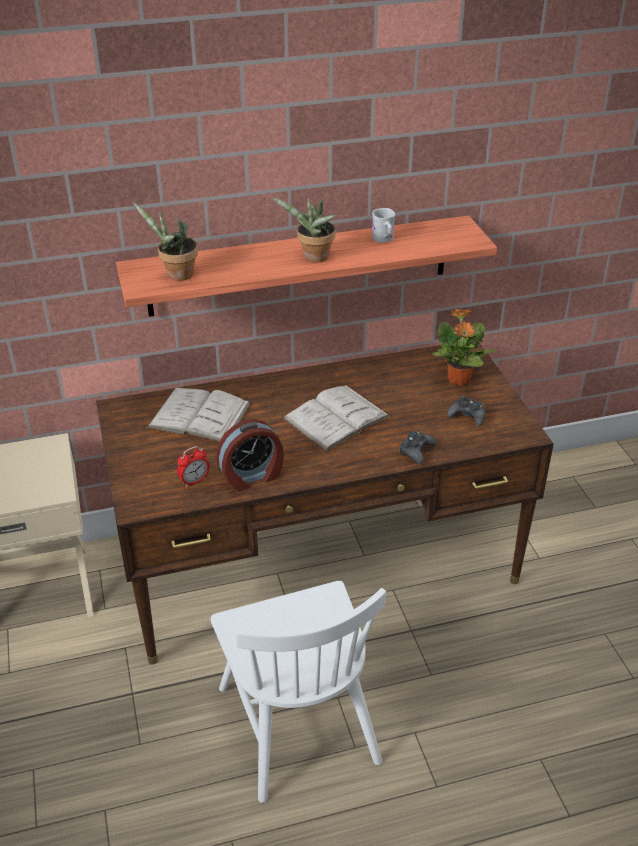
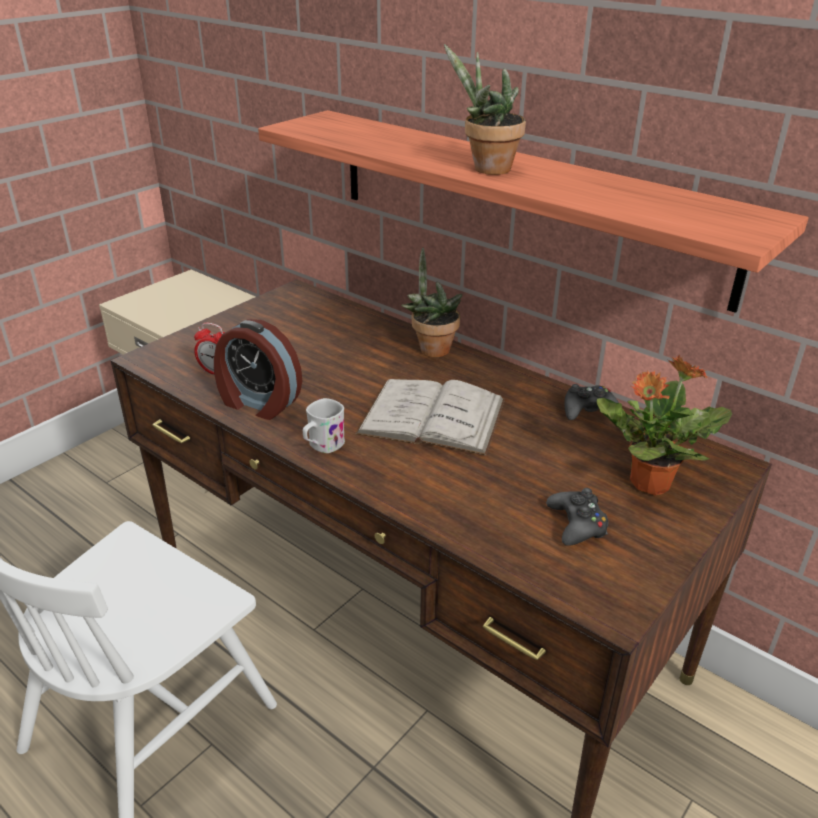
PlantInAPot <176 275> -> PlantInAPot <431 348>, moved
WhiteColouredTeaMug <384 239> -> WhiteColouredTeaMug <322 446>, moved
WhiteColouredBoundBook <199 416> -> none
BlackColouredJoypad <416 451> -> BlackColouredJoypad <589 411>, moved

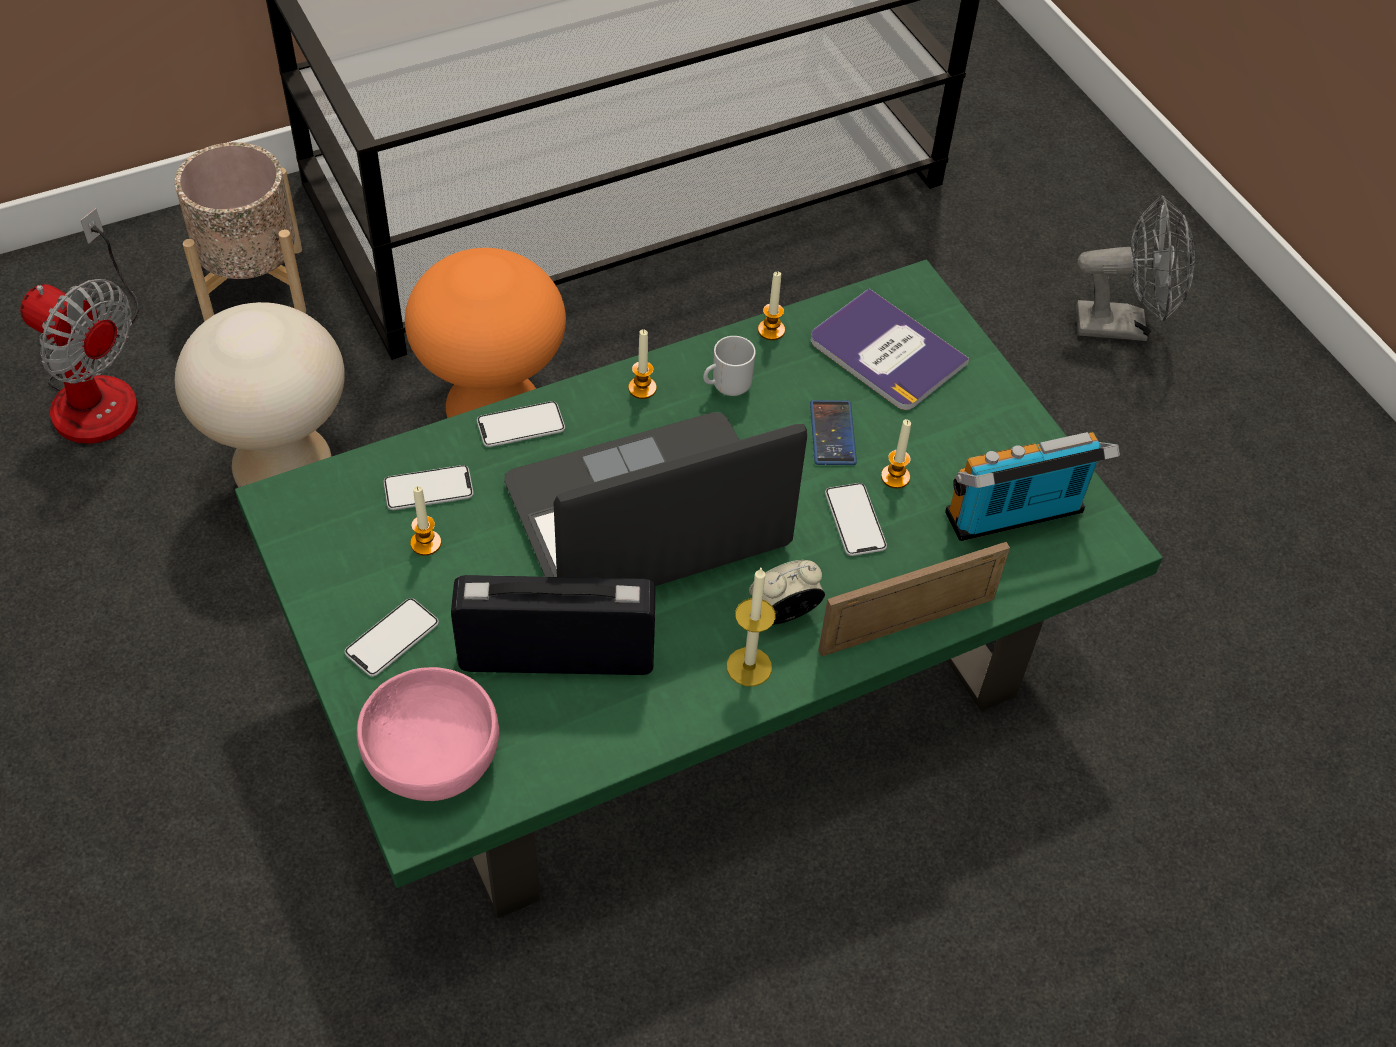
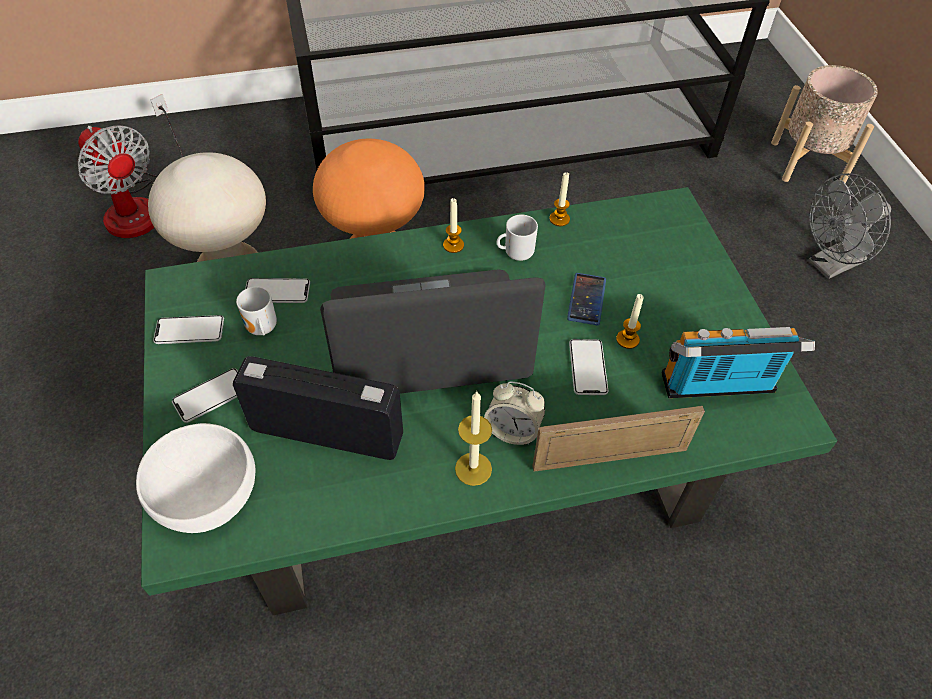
BeigeFlowerPot <255 284> -> BeigeFlowerPot <808 162>, moved
GreyishCoolingFan <1123 325> -> GreyishCoolingFan <829 265>, 135 degrees clockwise
BoundBook <886 352> -> none
Telephone <521 426> -> Telephone <189 331>, moved
WaxLight <426 543> -> TeaMug <261 330>
AlarmClock <784 612> -> AlarmClock <513 430>, 150 degrees counterclockwise
PinkishServingBowl <432 758> -> WhiteColouredServingBowl <206 495>

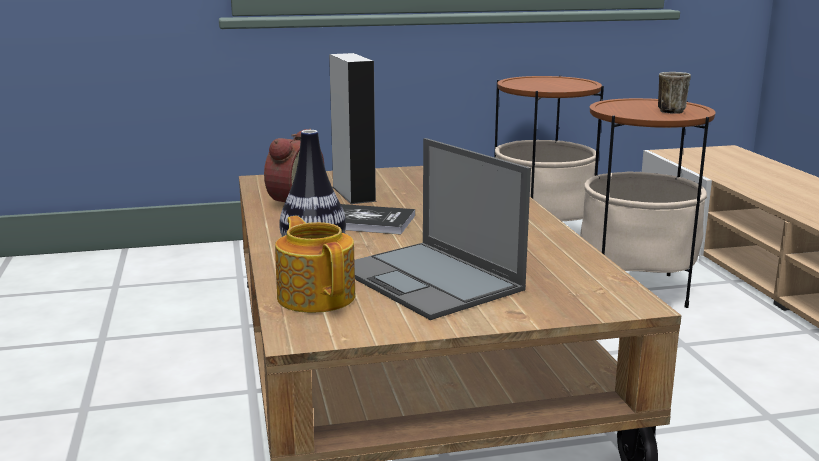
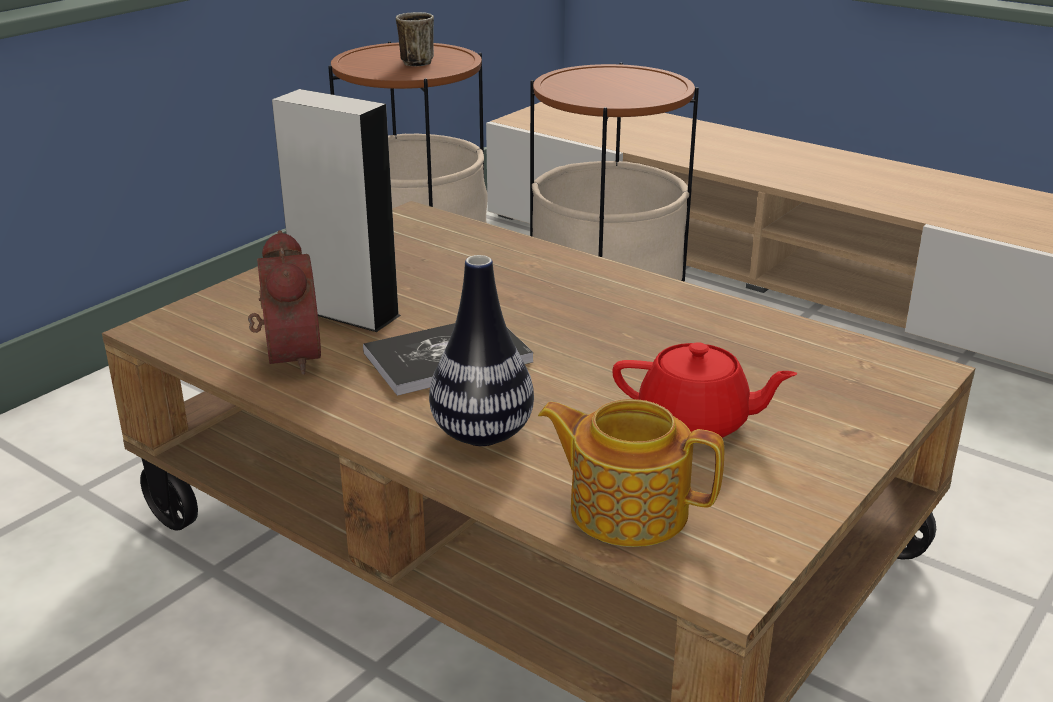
TeaMug <672 111> -> TeaMug <416 62>, moved
NotebookComputer <430 280> -> RedTeaPot <696 423>

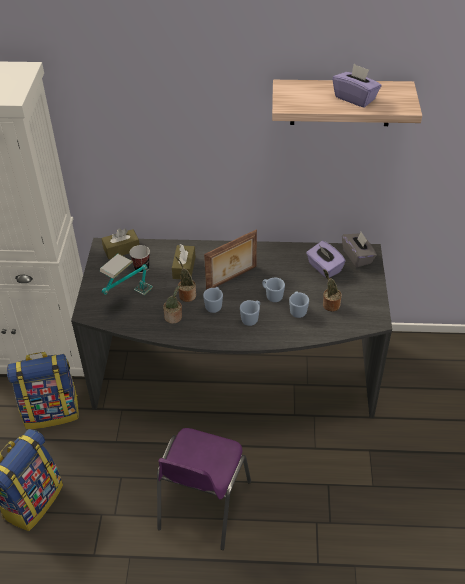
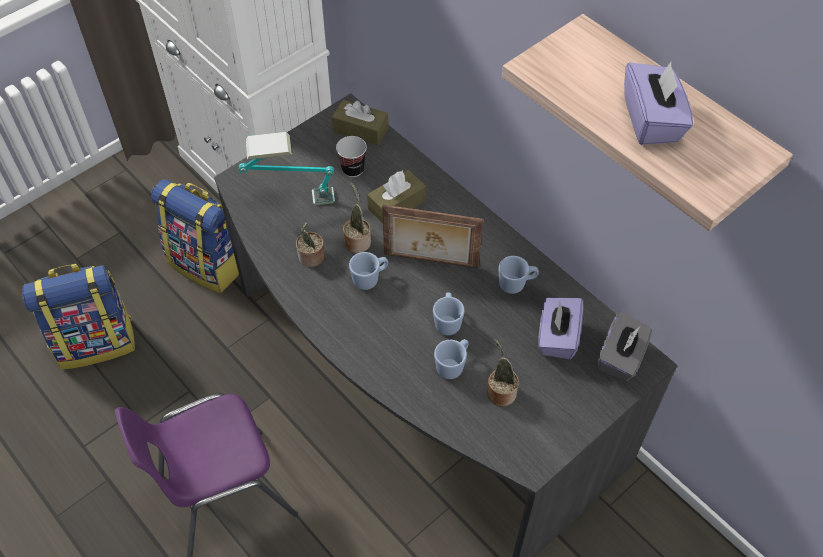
BluishTeaMug <251 318> -> BluishTeaMug <516 284>, moved

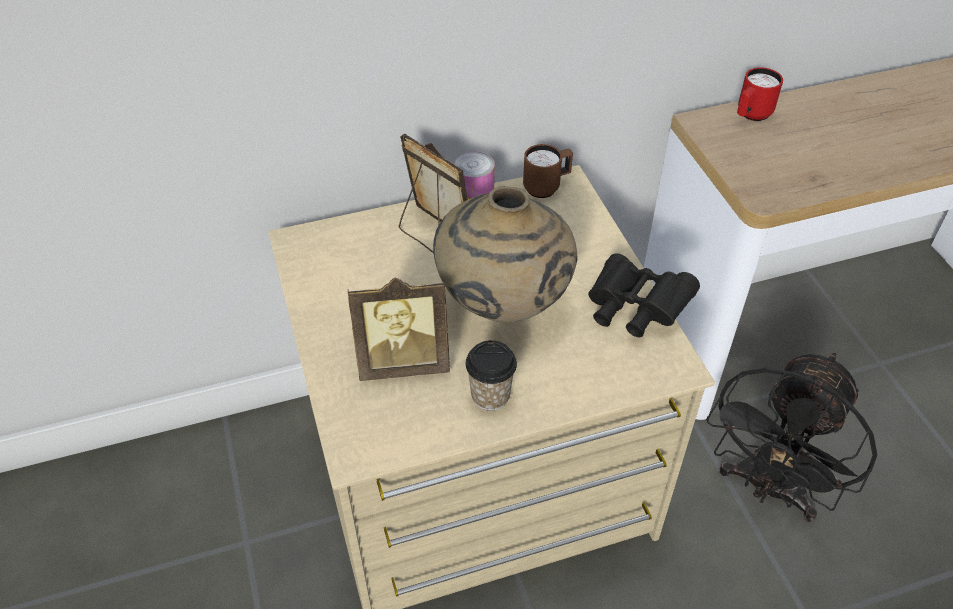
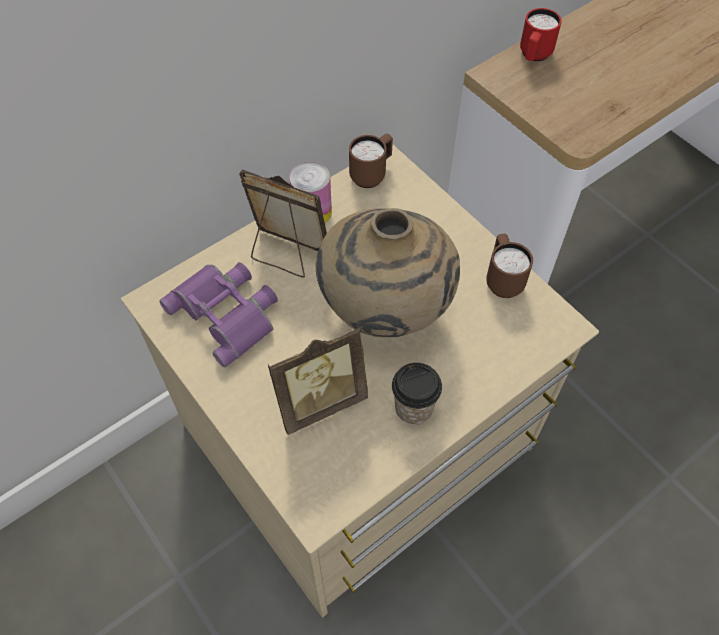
BlackColouredBinoculars <634 309> -> BrownishTeaMug <502 280>
BlackColouredCoolingFan <768 489> -> none
none -> PurplishBinoculars <227 313>

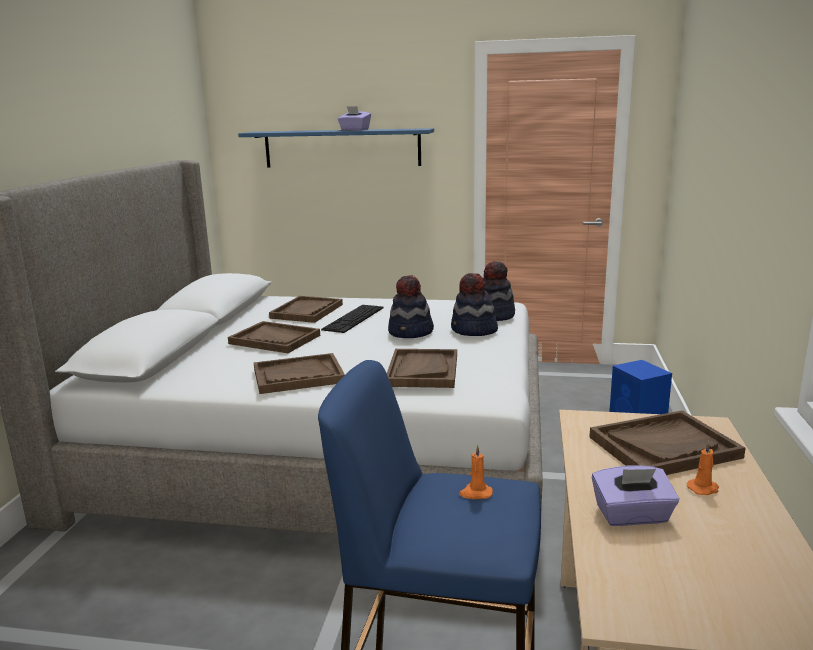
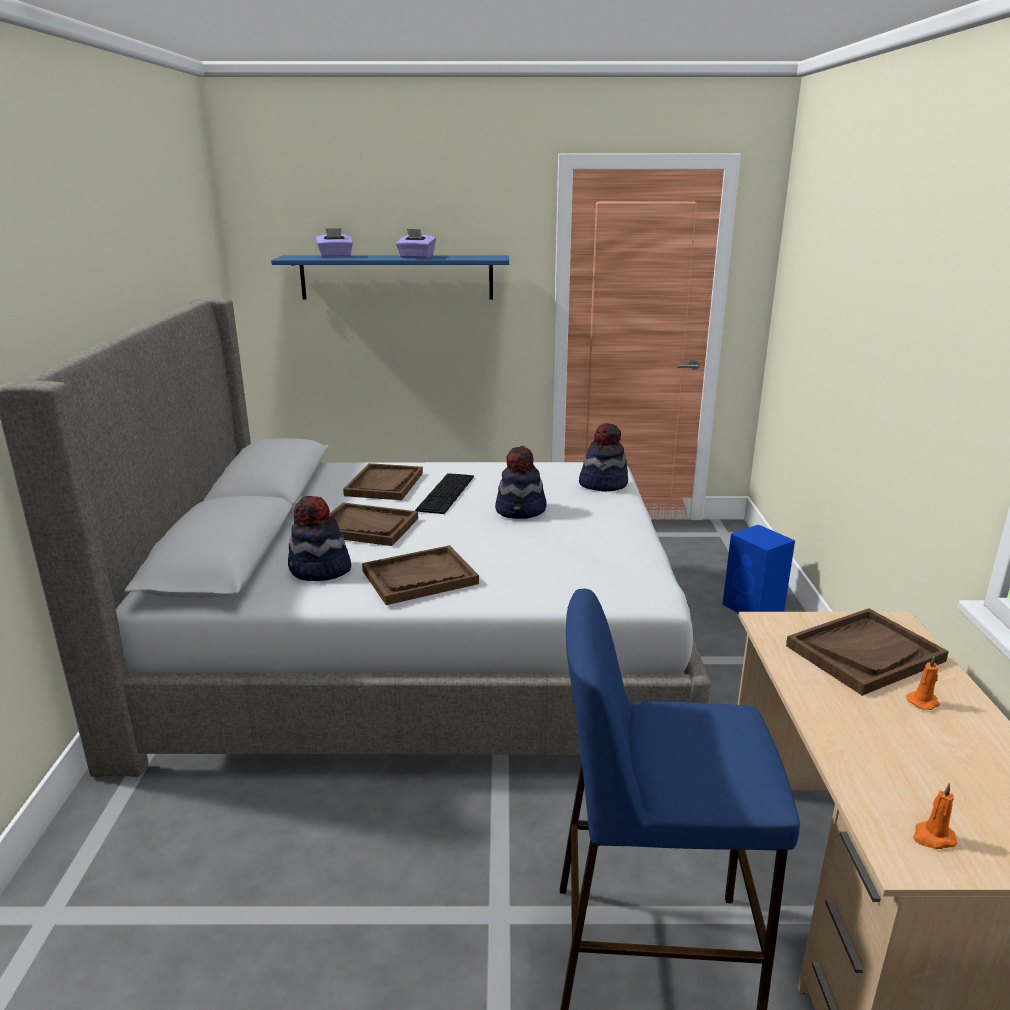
ClothingHat <473 331> -> ClothingHat <320 570>, moved
BrownishServingTray <422 370> -> none
OrangeColouredWaxLight <475 493> -> OrangeColouredWaxLight <933 837>, moved
PurplishTissueHolder <632 516> -> PurplishTissueHolder <335 256>, moved

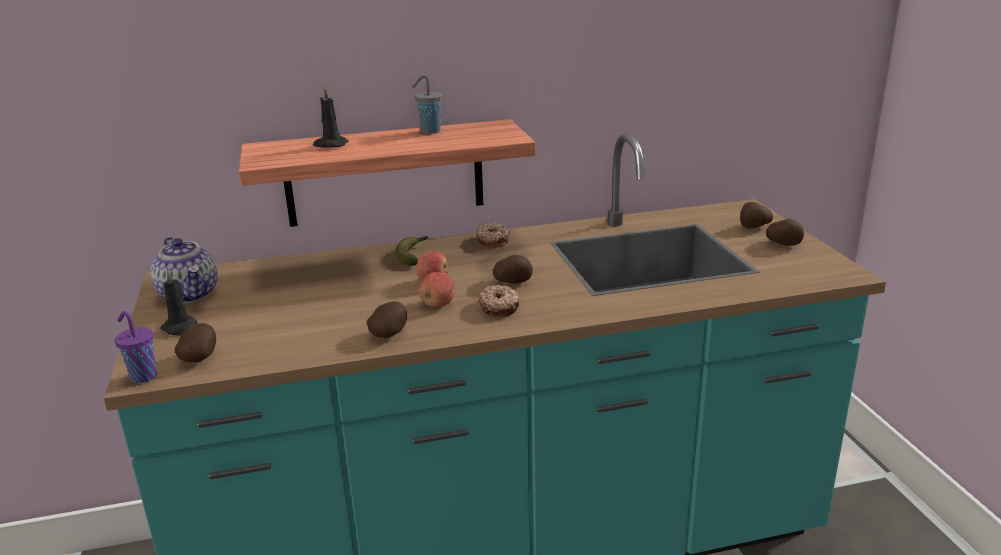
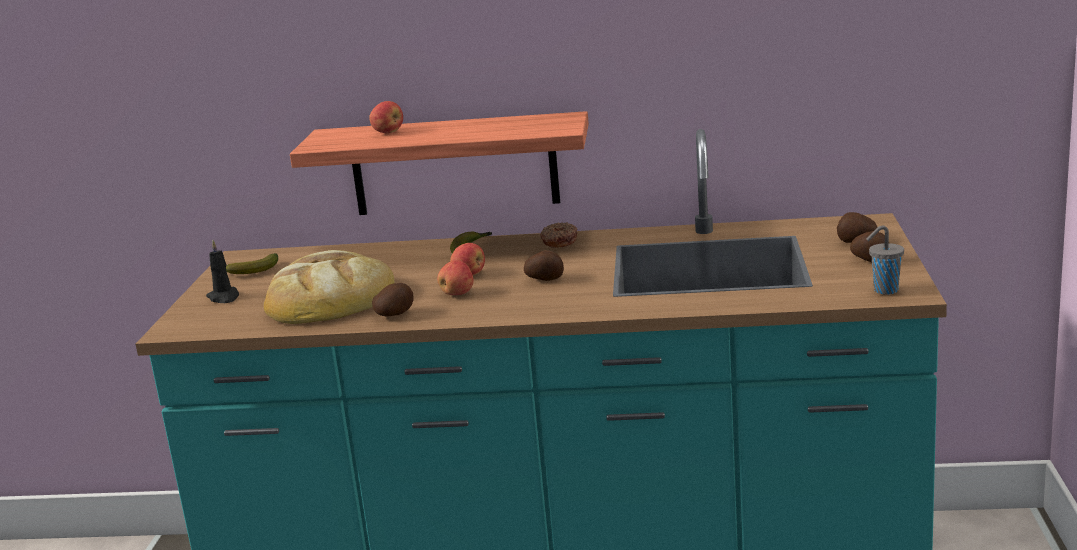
GreyishCup <429 131> -> GreyishCup <884 291>, moved
BlackColouredWaxLight <330 145> -> WholeApple <388 132>
TeaPot <190 294> -> BananaFruit <248 271>
Donut <500 307> -> none
PurplishCup <143 376> -> none
Spud <201 357> -> none
none -> Bread <330 298>

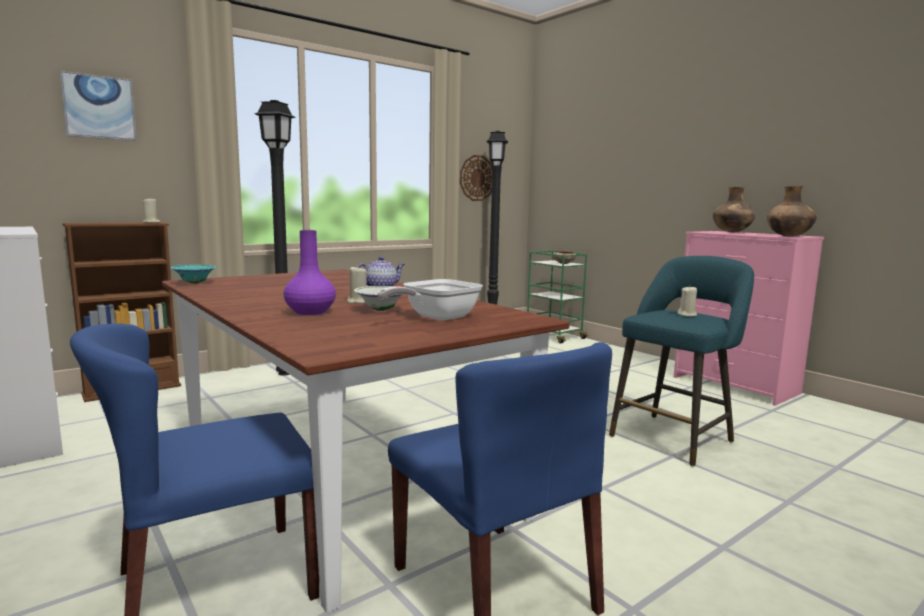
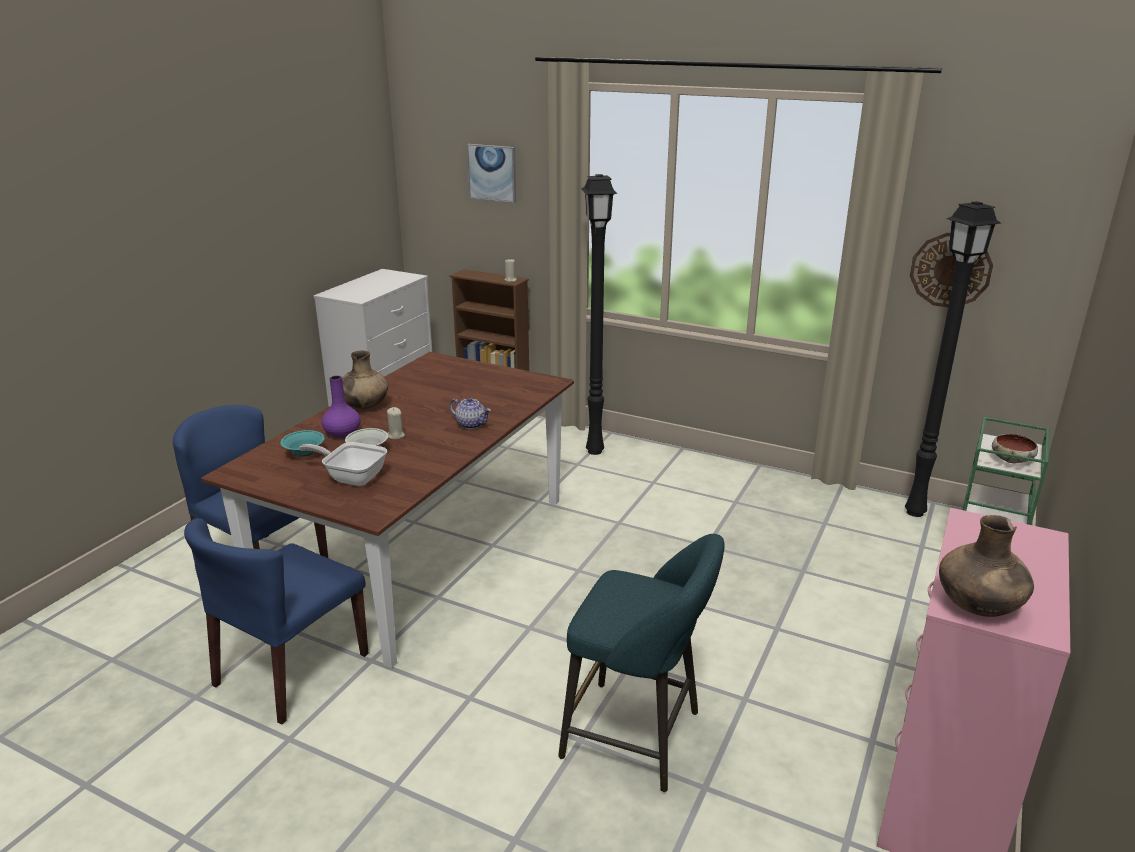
BrownishFlowerVase <731 232> -> BrownishFlowerVase <364 406>, moved
BlueGreenServingBowl <194 283> -> BlueGreenServingBowl <304 454>, moved
BeigeWaxLight <687 315> -> none

